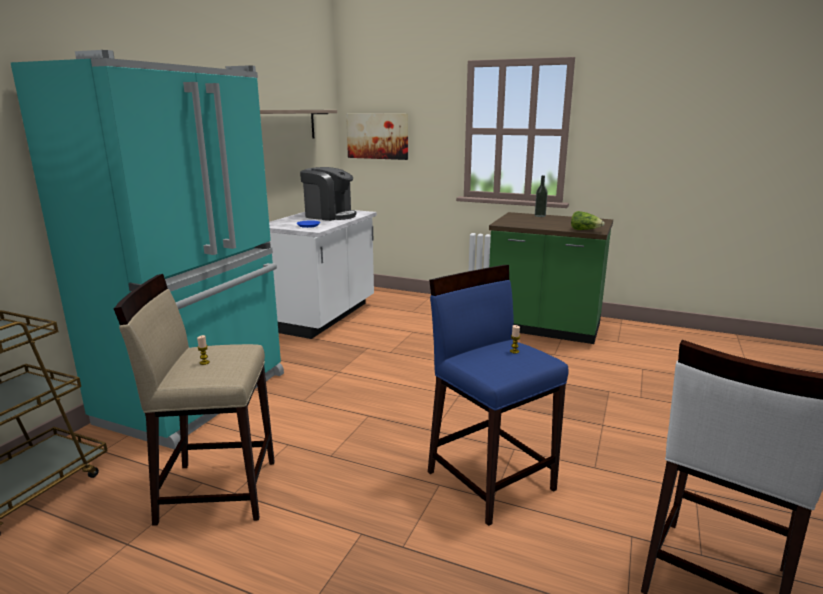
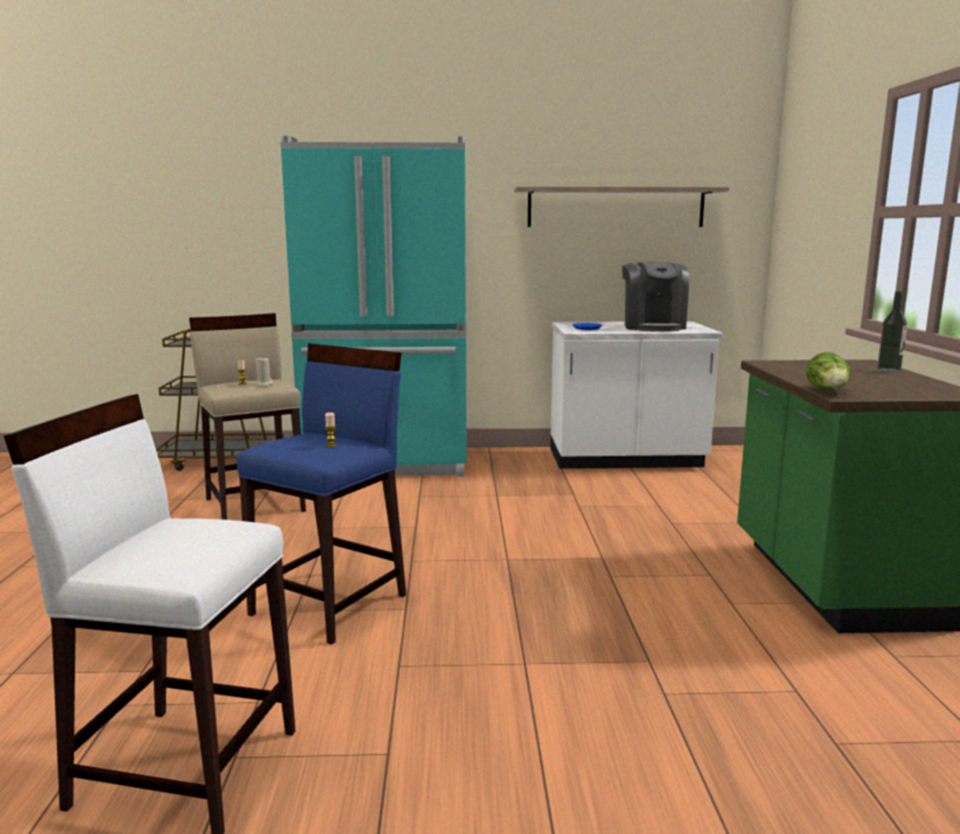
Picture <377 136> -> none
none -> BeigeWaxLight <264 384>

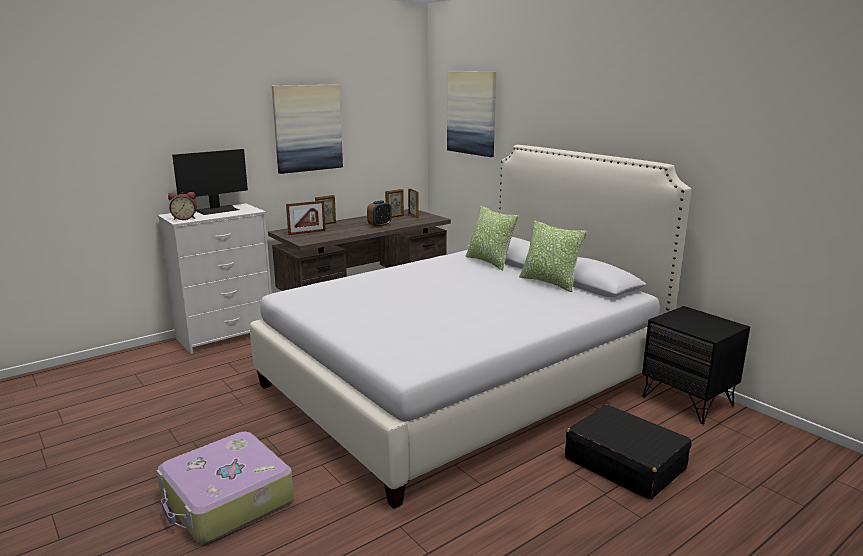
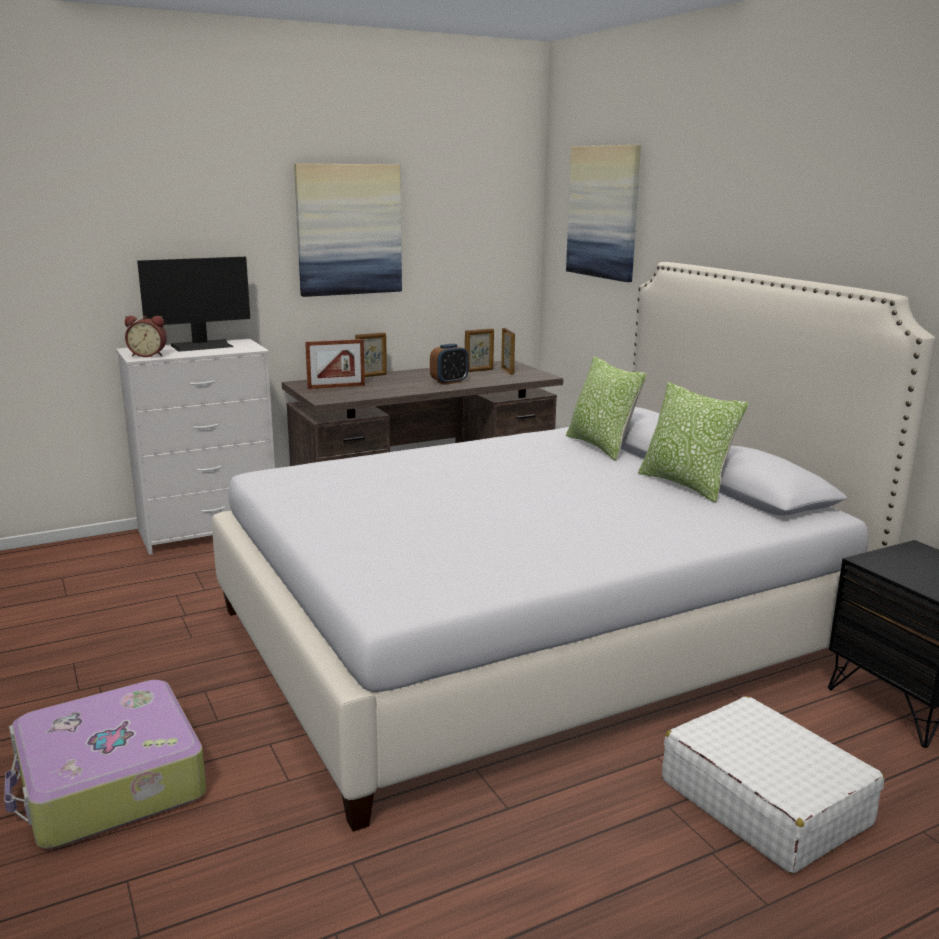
BlackColouredPieceOfLuggage <624 463> -> WhiteColouredPieceOfLuggage <764 801>

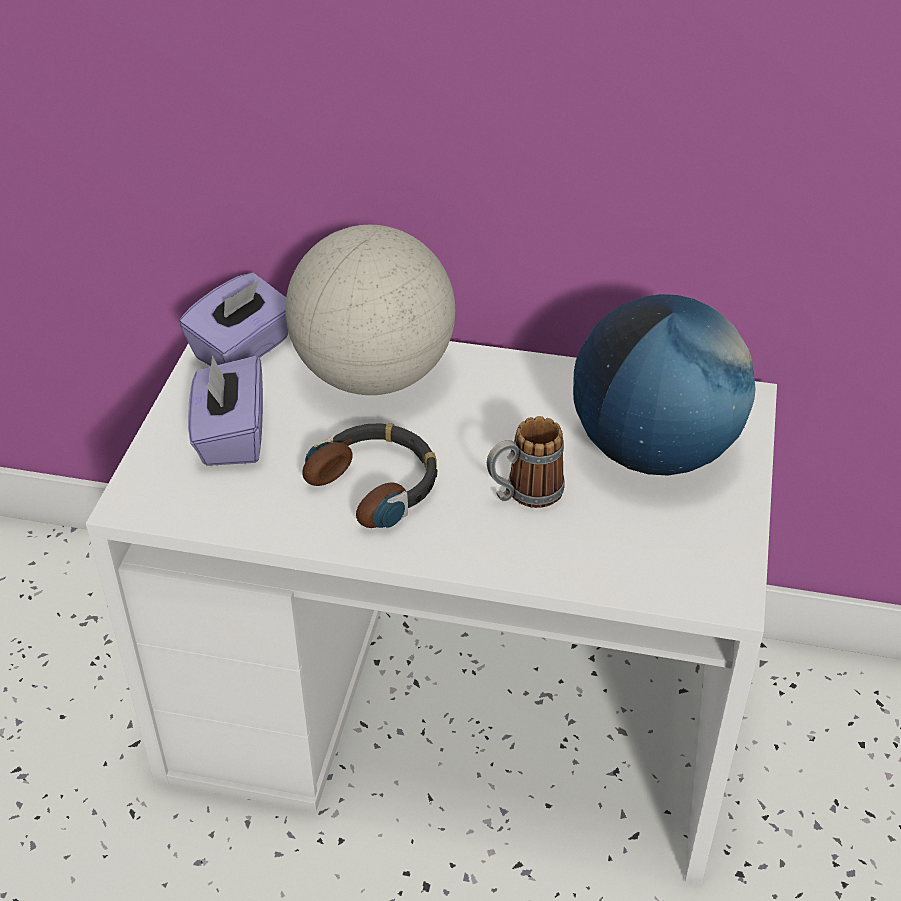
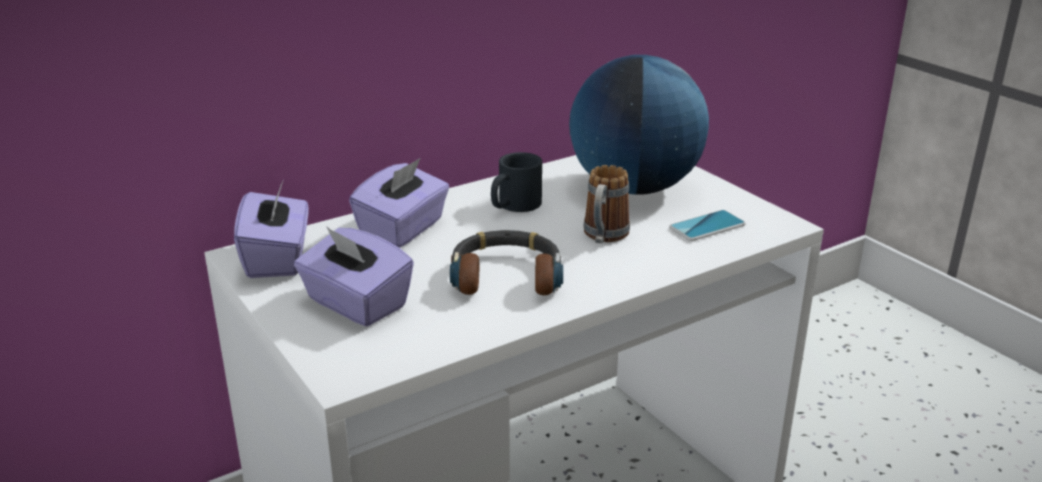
DeskGlobe <374 375> -> PurplishTissueHolder <403 229>
none -> BlackColouredTeaMug <514 206>
none -> Telephone <707 226>

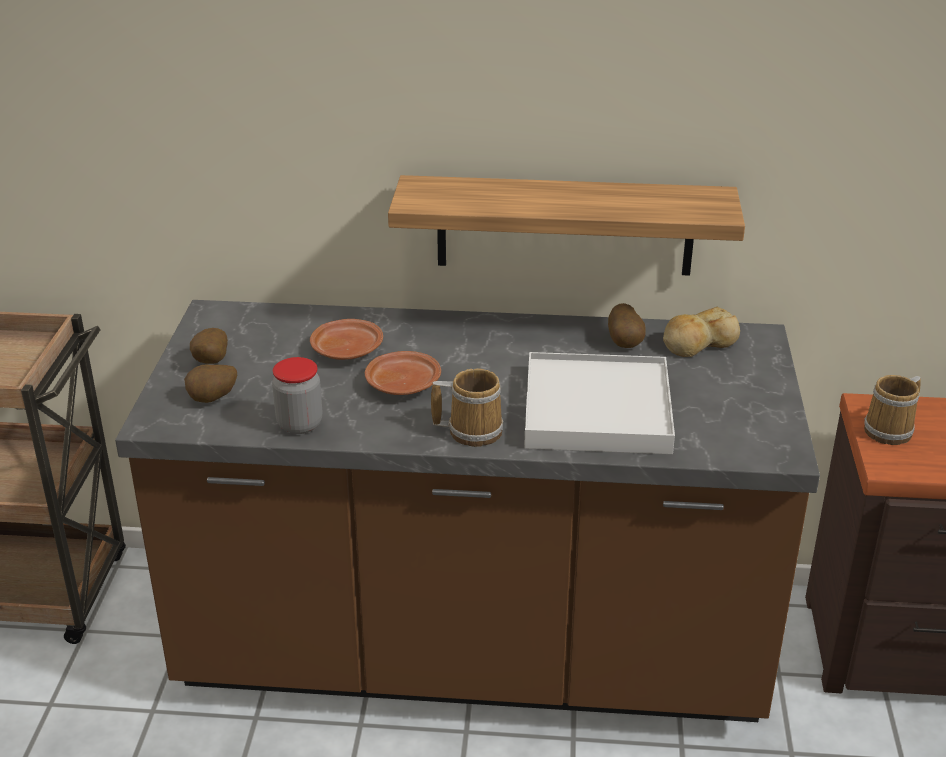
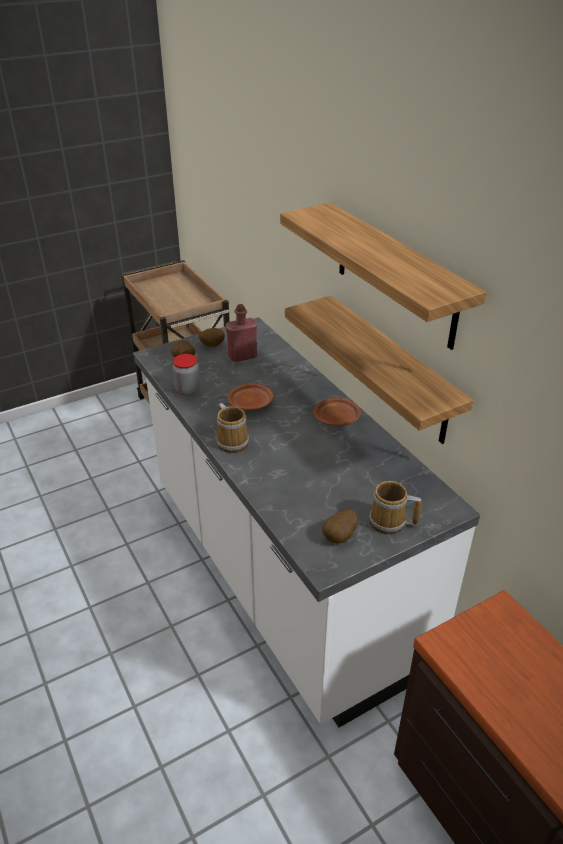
BrownishKitchenCounter <473 652> -> WhiteColouredKitchenCounter <281 574>
Spud <626 343> -> Spud <340 537>, moved
Bread <698 343> -> none
BrownishFlatDish <347 350> -> BrownishFlatDish <337 418>, moved
WhiteColouredServingTray <596 410> -> none
TeaMug <891 430> -> TeaMug <390 523>, moved
none -> BracketShelf <395 275>
none -> RedDrinkBottle <242 356>

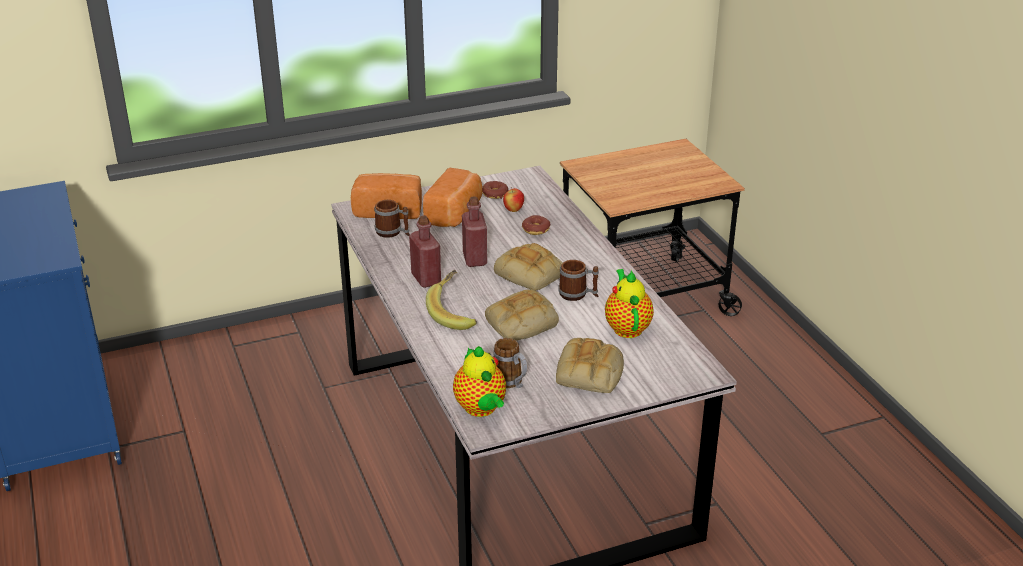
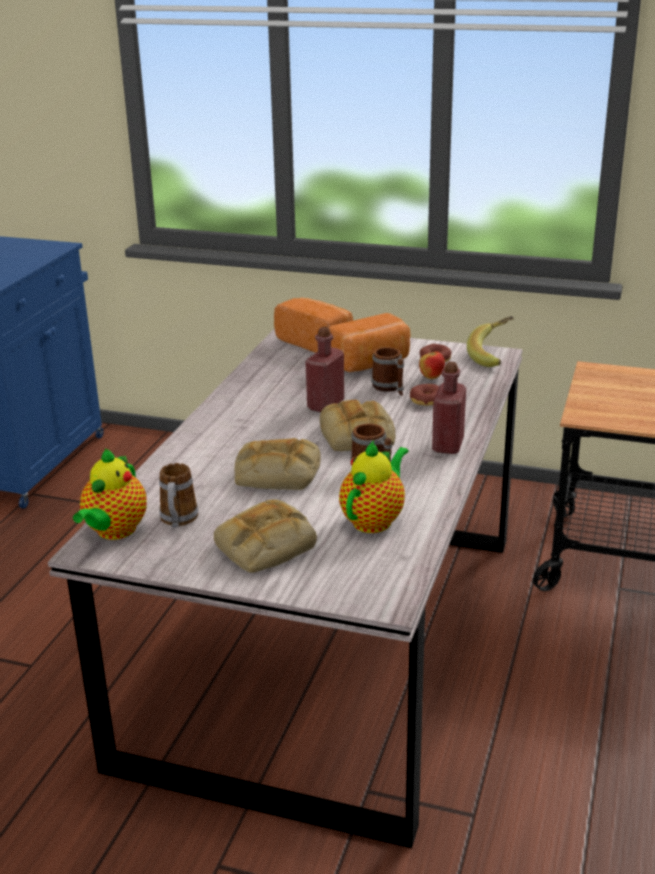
TeaMug <393 233> -> TeaMug <390 388>, moved
RedDrinkBottle <426 279> -> RedDrinkBottle <448 445>, moved
BananaFruit <455 313> -> BananaFruit <495 356>, moved

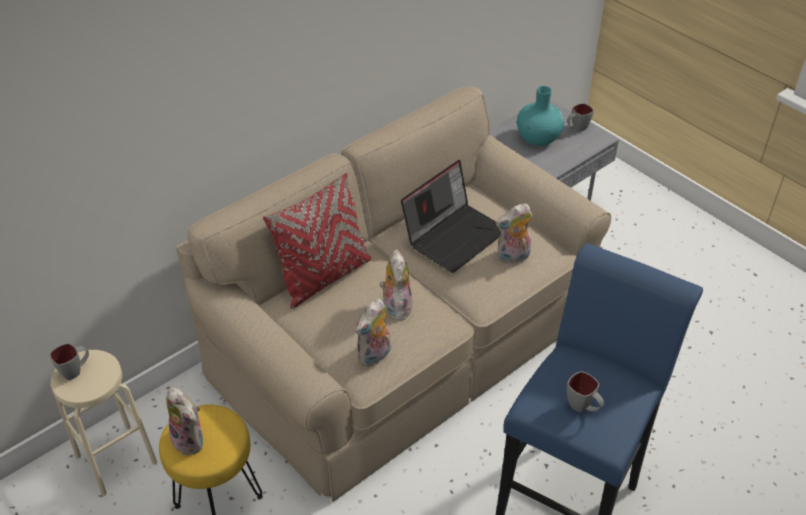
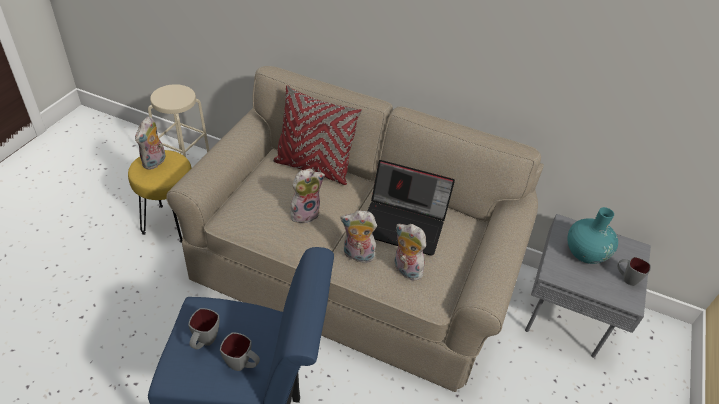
CuddlyToy <375 356> -> CuddlyToy <357 256>, moved
GreyishTeaMug <75 371> -> GreyishTeaMug <242 365>, moved

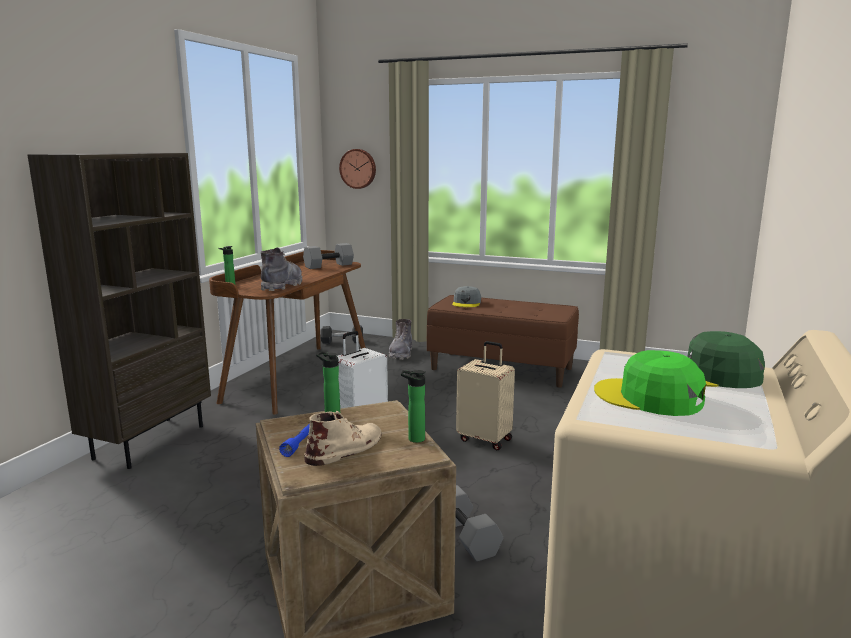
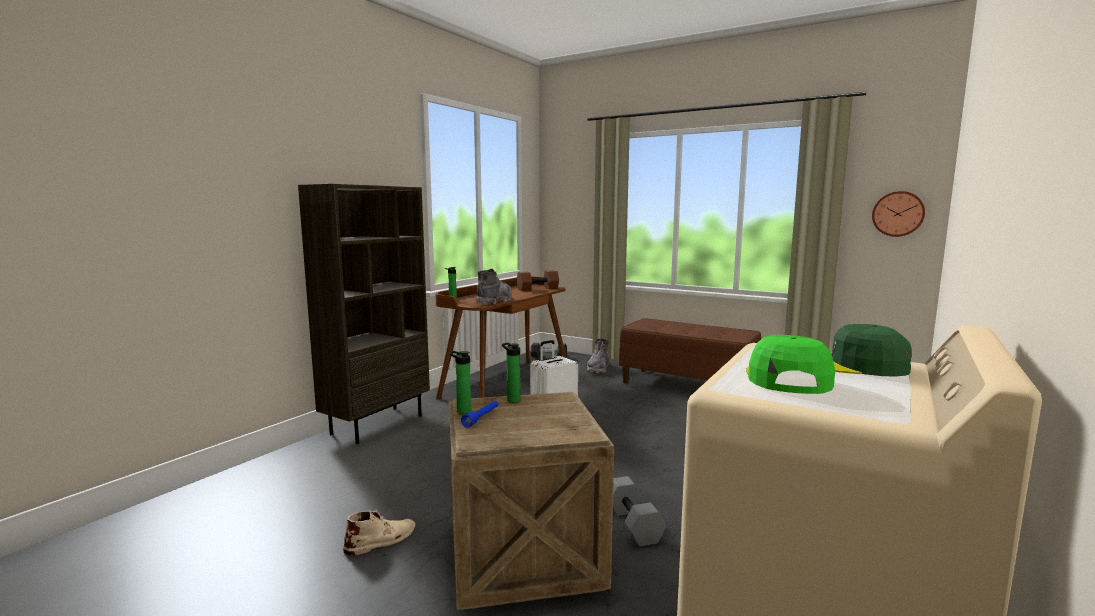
ClockOnTheWall <358 168> -> ClockOnTheWall <898 214>, moved
GreyishDumbbell <328 266> -> BrownishDumbbell <537 289>
GreyishPeakedCap <466 303> -> none
BeigePieceOfLuggage <485 439> -> none
GreenishPeakedCap <649 397> -> GreenishPeakedCap <786 378>, 60 degrees clockwise
DrinkBottle <413 439> -> DrinkBottle <462 411>, moved
BeigeHighTopBoot <346 448> -> BeigeHighTopBoot <382 540>, moved

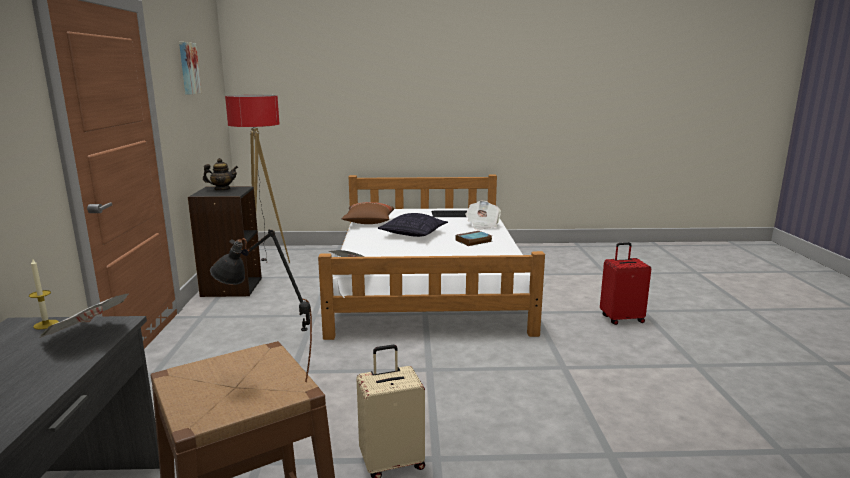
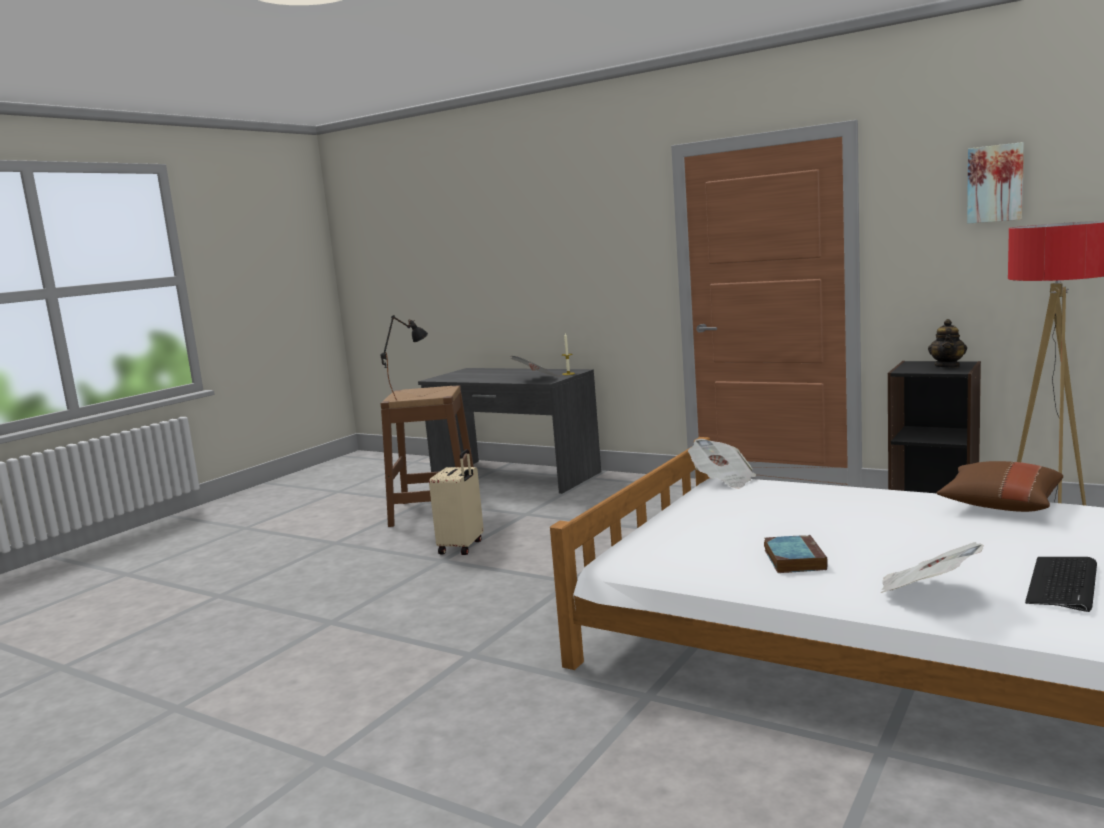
Pillow <413 234> -> none
RedPieceOfLuggage <621 319> -> none

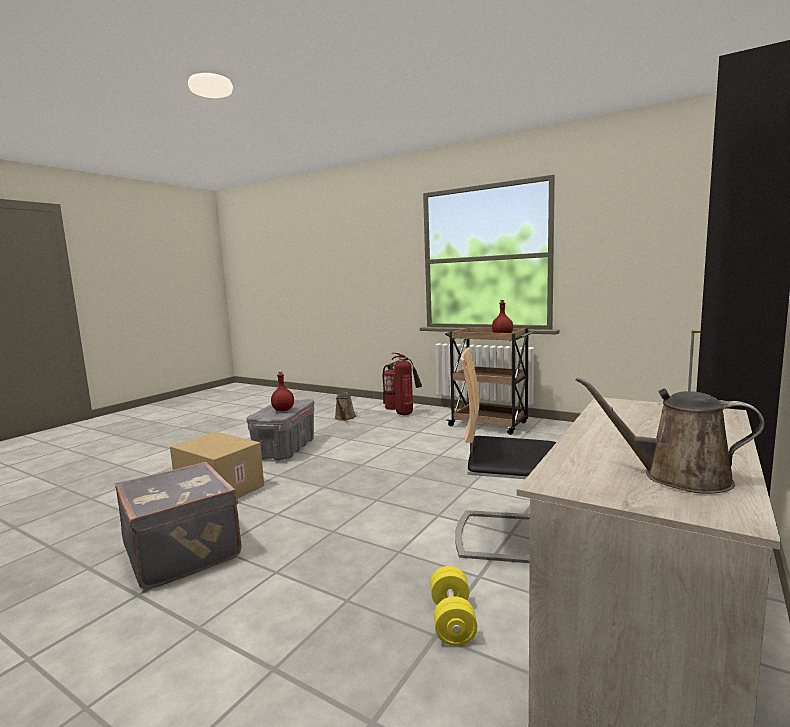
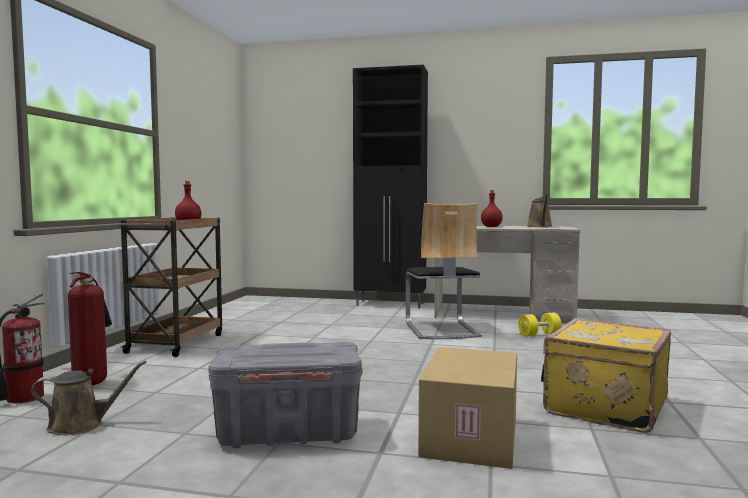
RedDrinkBottle <283 410> -> RedDrinkBottle <491 227>, moved
GreyishPieceOfLuggage <184 550> -> YellowColouredPieceOfLuggage <603 406>

